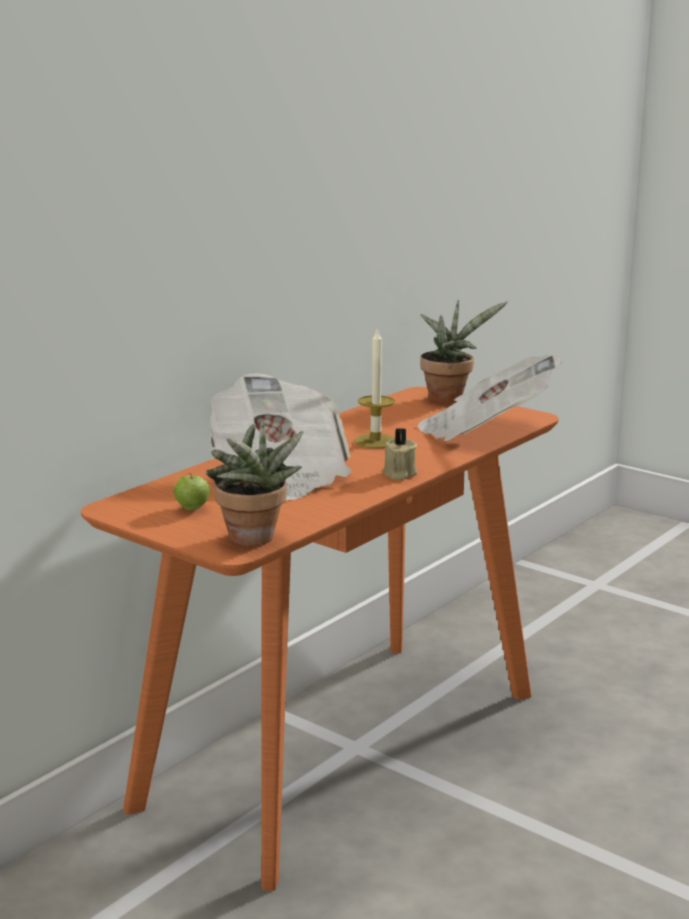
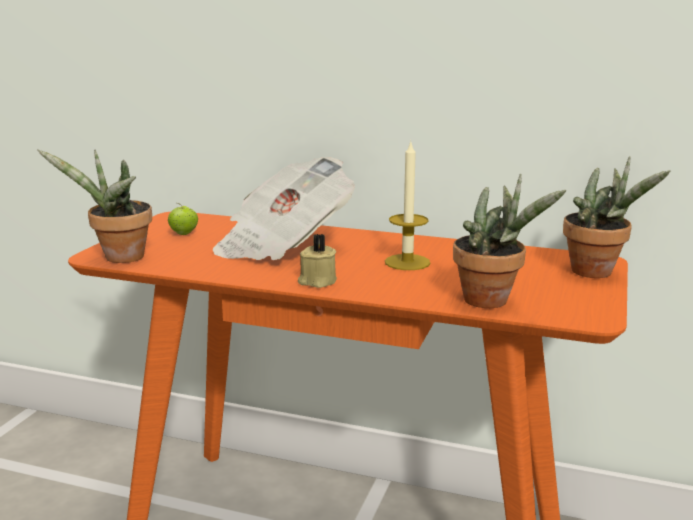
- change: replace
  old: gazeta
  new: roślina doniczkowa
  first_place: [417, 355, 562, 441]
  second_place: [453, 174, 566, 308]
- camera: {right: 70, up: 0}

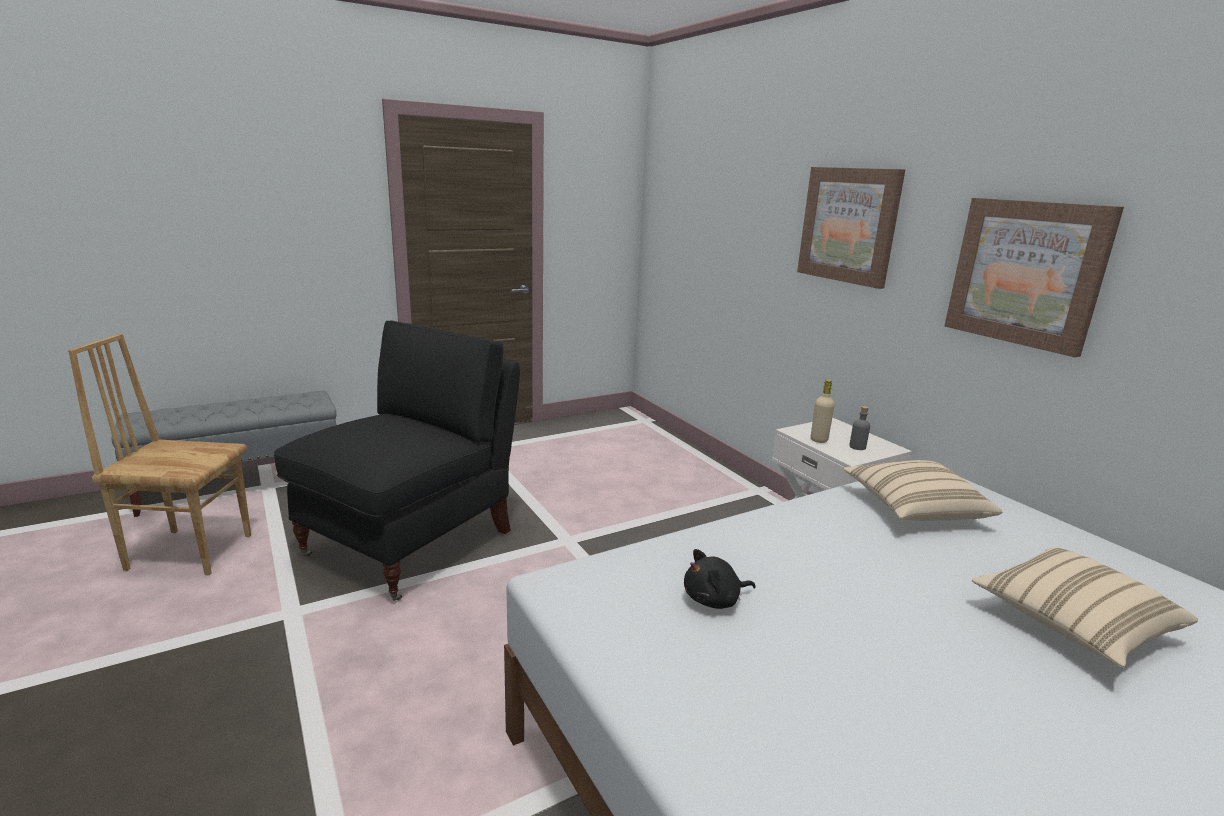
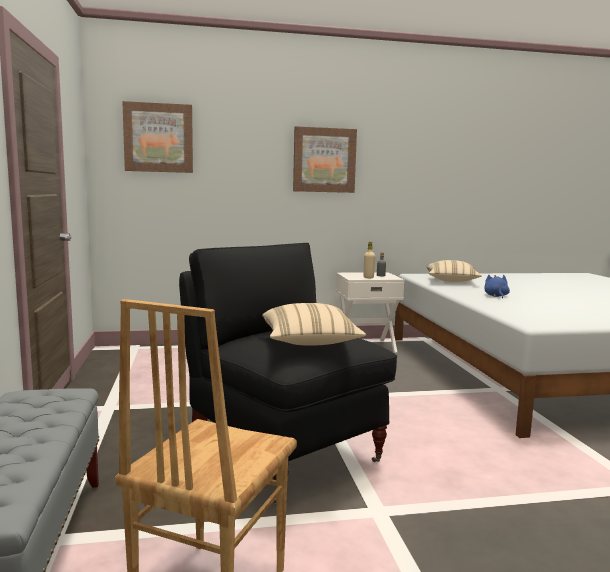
- change: delete
  old: pluszak/czarny
  first_place: [684, 549, 756, 609]
- change: move
  old: obraz
  first_place: [945, 198, 1124, 357]
  second_place: [122, 101, 193, 173]
- change: move
  old: poduszka/beżowy
  first_place: [972, 547, 1198, 668]
  second_place: [262, 303, 366, 346]
- change: insert
  new: pluszak/niebieski
  second_place: [484, 275, 510, 298]
- camera: {right: -70, up: -10}

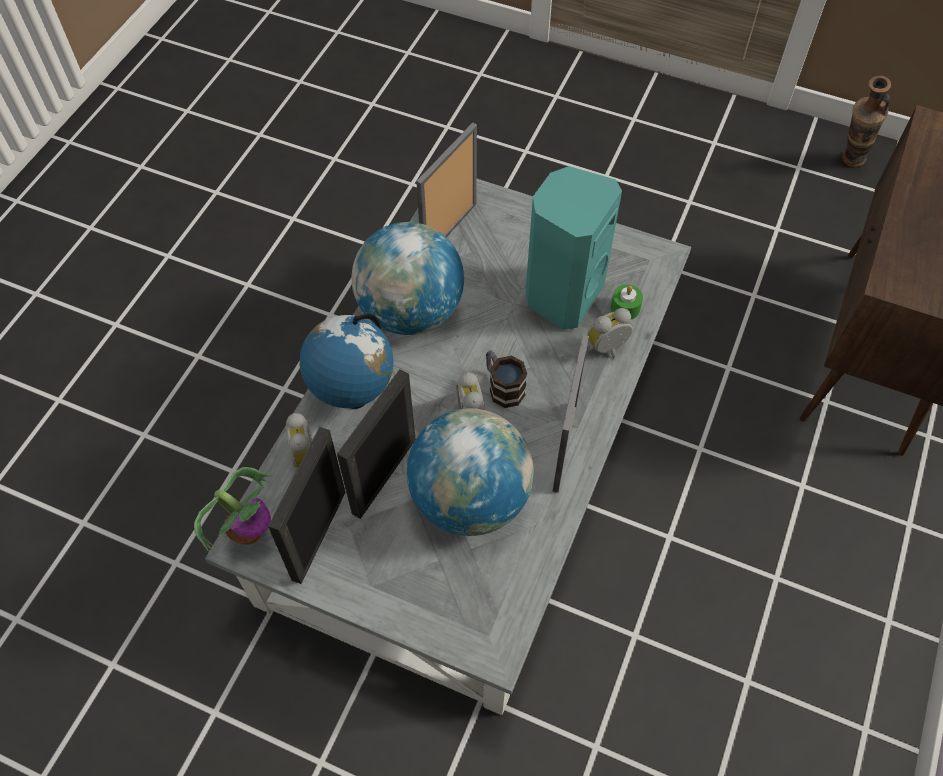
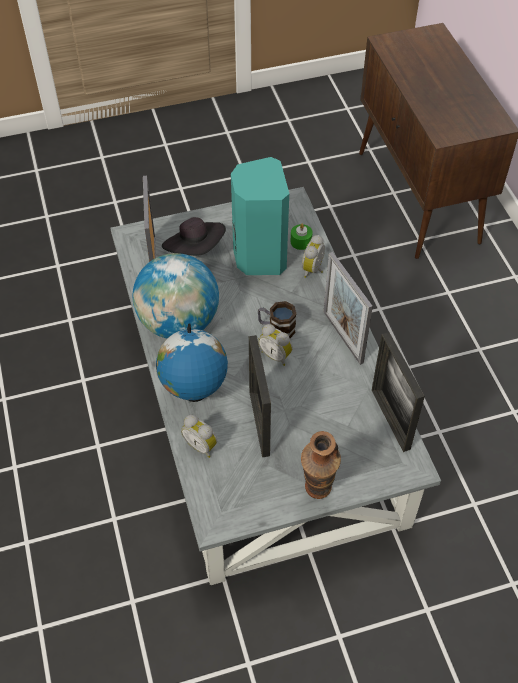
- change: delete
  old: roślina doniczkowa
  first_place: [194, 467, 272, 552]
- change: move
  old: ramka na zdjęcie
  first_place: [268, 427, 346, 584]
  second_place: [372, 332, 425, 452]
- change: delete
  old: globus
  first_place: [407, 408, 534, 536]
- change: move
  old: wazon
  first_place: [842, 76, 891, 167]
  second_place: [301, 431, 341, 499]
- change: insert
  new: kapelusz/czarny
  second_place: [162, 217, 226, 256]
- camera: {right: -40, up: -5}

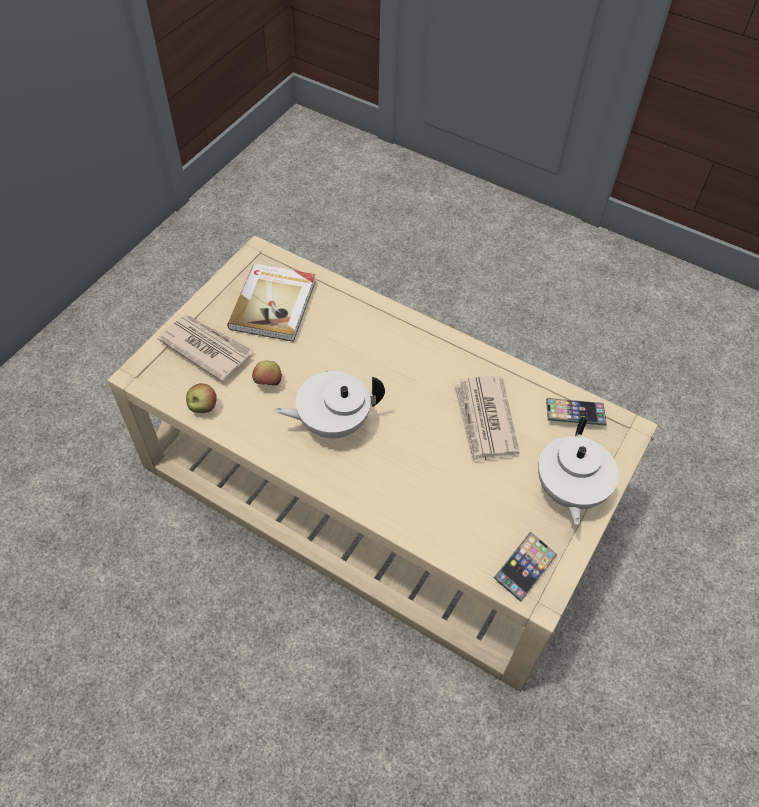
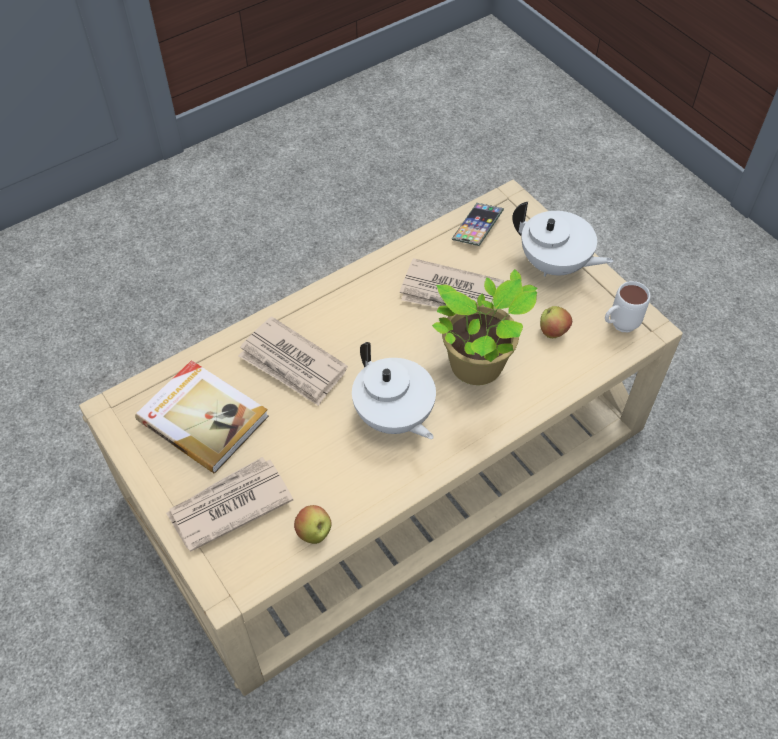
- change: move
  old: jabłko
  first_place: [252, 361, 282, 385]
  second_place: [540, 306, 572, 338]
- change: rotate
  old: imbryk/biały
  first_place: [274, 371, 385, 438]
  second_place: [352, 342, 436, 439]
  degrees: -45
- change: replace
  old: telefon
  new: kubek/biały
  first_place: [494, 532, 557, 602]
  second_place: [605, 281, 650, 332]
- change: insert
  new: gazeta
  second_place: [238, 317, 348, 406]
- change: insert
  new: roślina doniczkowa
  second_place: [432, 269, 537, 385]
- camera: {right: -65, up: 0}

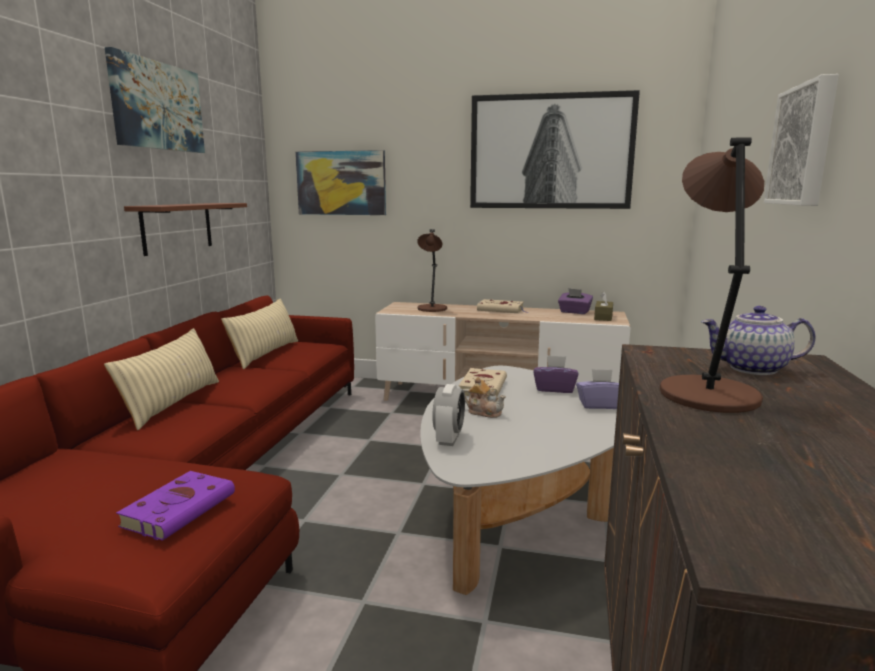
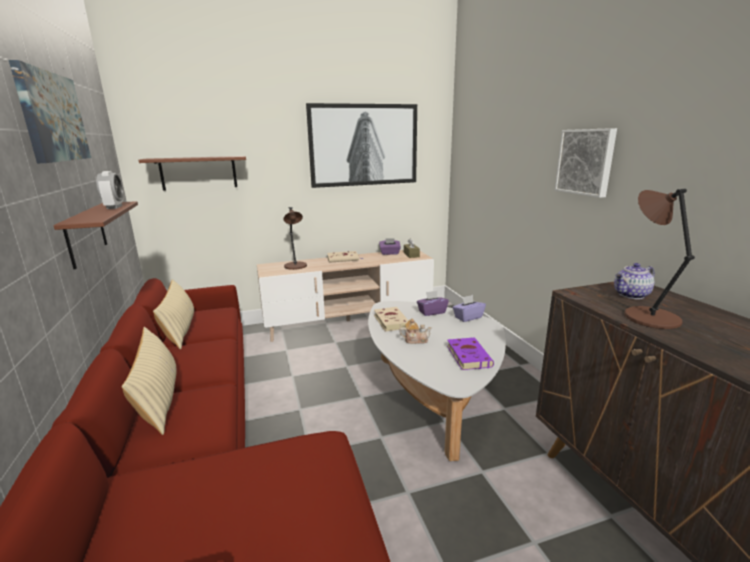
- change: move
  old: książka/fioletowy
  first_place: [116, 471, 235, 541]
  second_place: [447, 337, 494, 370]
- change: replace
  old: obraz
  new: półka/brązowy
  first_place: [295, 150, 386, 215]
  second_place: [139, 156, 246, 191]
- change: move
  old: budzik
  first_place: [432, 384, 465, 446]
  second_place: [96, 171, 123, 209]
- camera: {right: -30, up: 5}

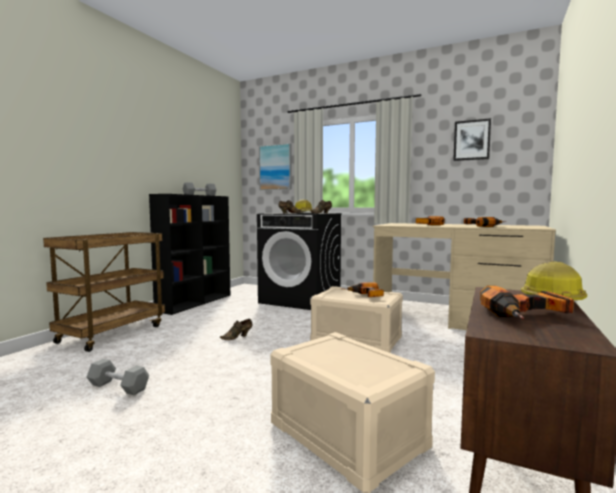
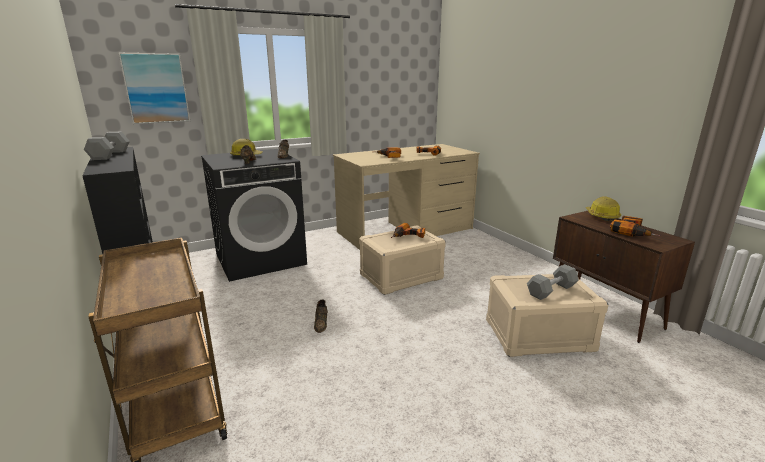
- change: move
  old: hantel/szary
  first_place: [86, 359, 149, 395]
  second_place: [527, 264, 579, 300]
- change: delete
  old: obraz
  first_place: [453, 118, 491, 161]
- camera: {right: -55, up: 15}

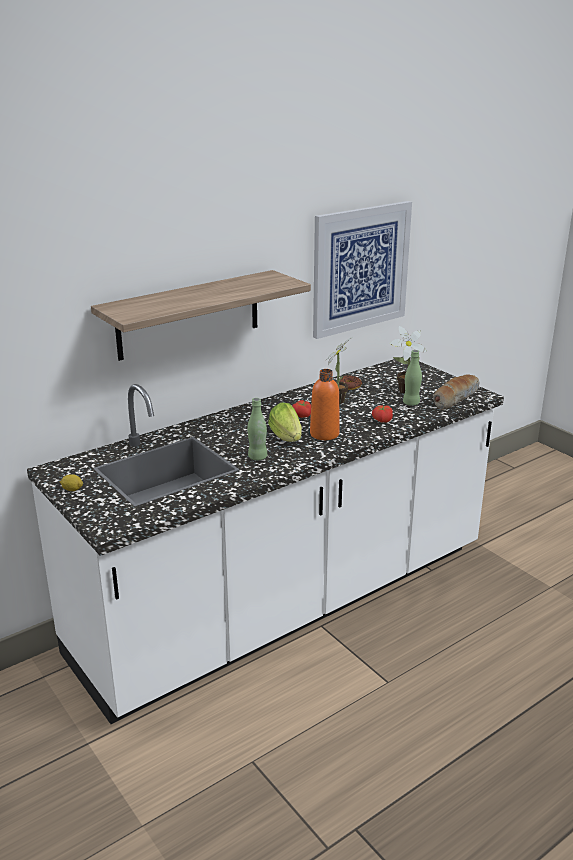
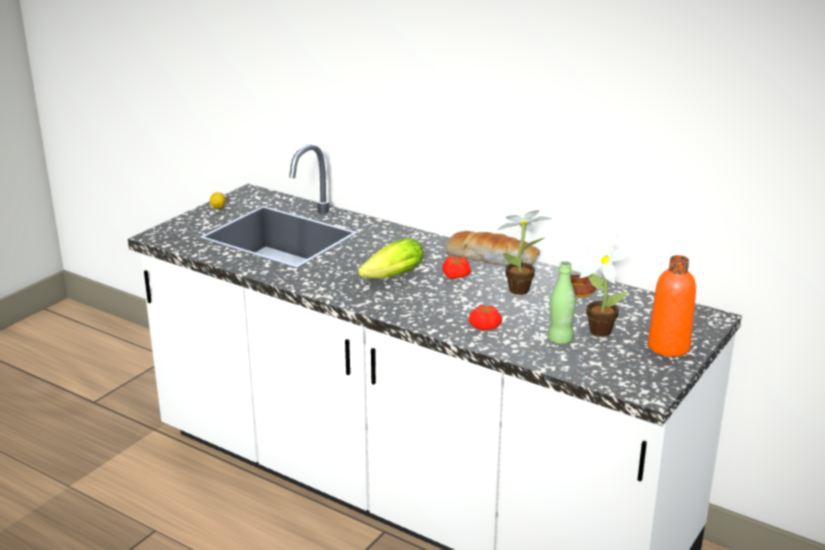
- change: delete
  old: półka
  first_place: [91, 270, 311, 361]
- change: delete
  old: butelka/zielony
  first_place: [247, 398, 267, 460]
- change: move
  old: butelka/pomarańczowy
  first_place: [310, 369, 340, 440]
  second_place: [648, 255, 696, 357]
- change: delete
  old: obraz
  first_place: [313, 201, 412, 339]
- change: move
  old: chleb
  first_place: [433, 375, 479, 410]
  second_place: [446, 231, 540, 266]
- camera: {right: 70, up: 0}

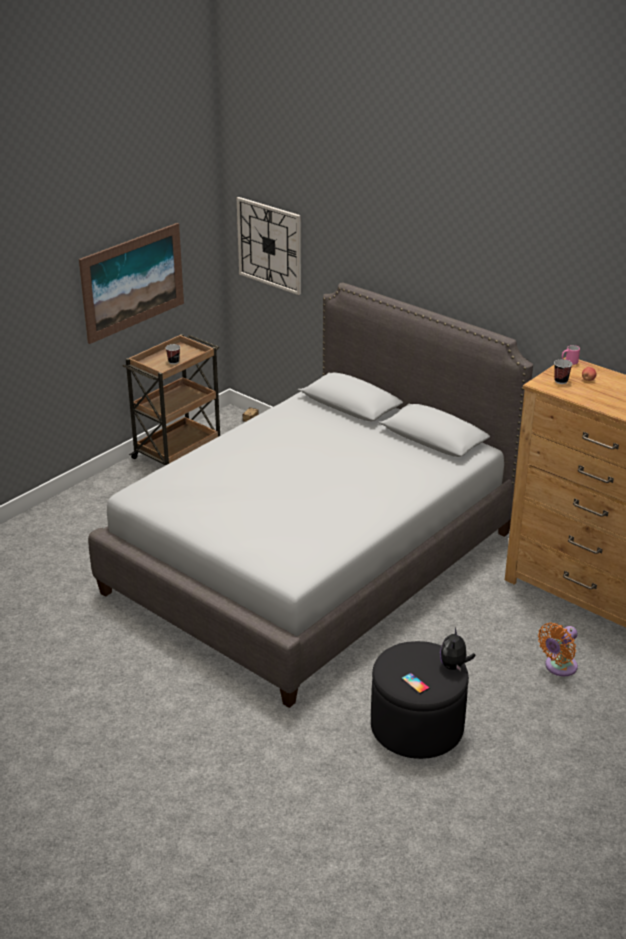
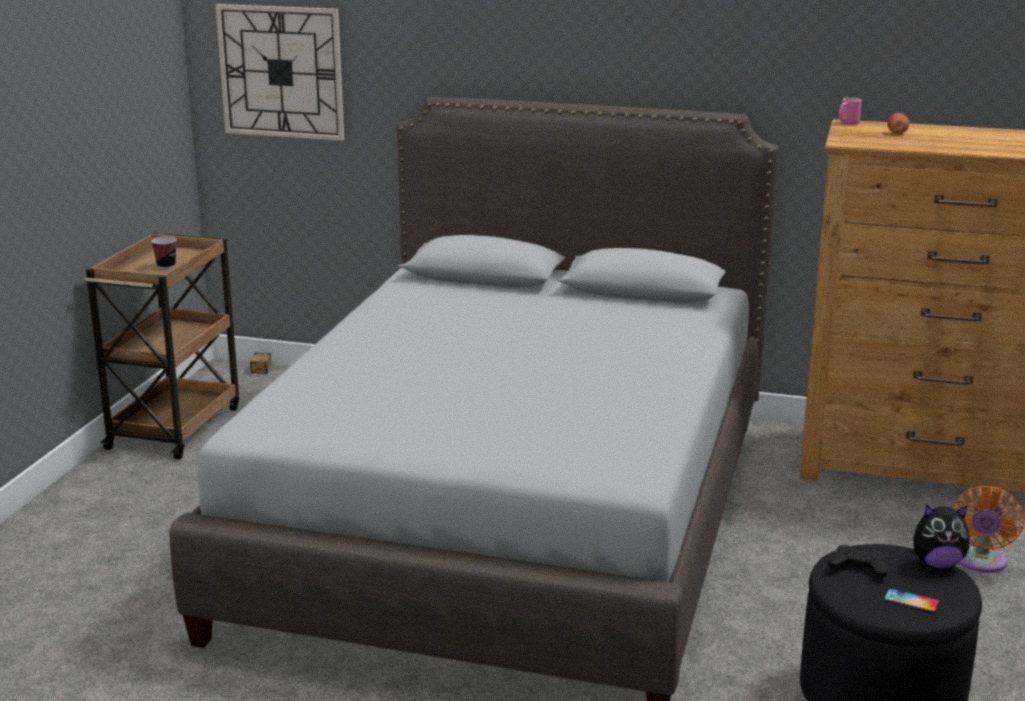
- change: delete
  old: obraz
  first_place: [79, 223, 184, 344]
- change: rotate
  old: pluszak
  first_place: [440, 628, 476, 671]
  second_place: [913, 505, 970, 569]
  degrees: -75
- change: delete
  old: filiżanka
  first_place: [554, 359, 573, 384]
- change: insert
  new: pad do gier/czarny
  second_place: [828, 545, 887, 578]
- camera: {right: -25, up: -10}

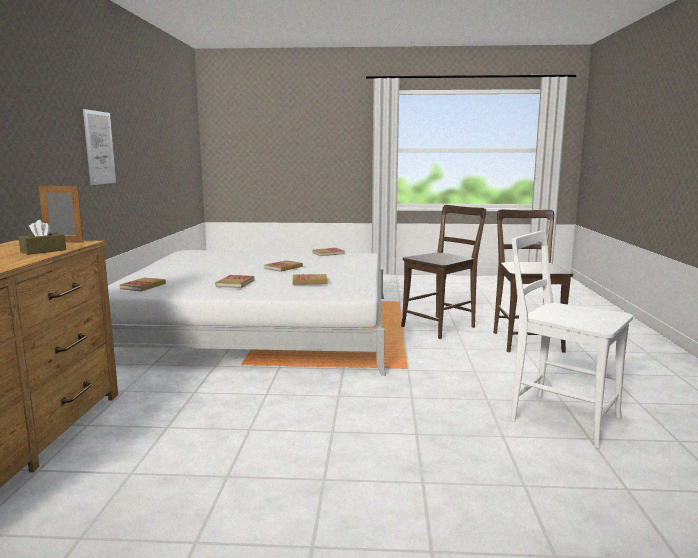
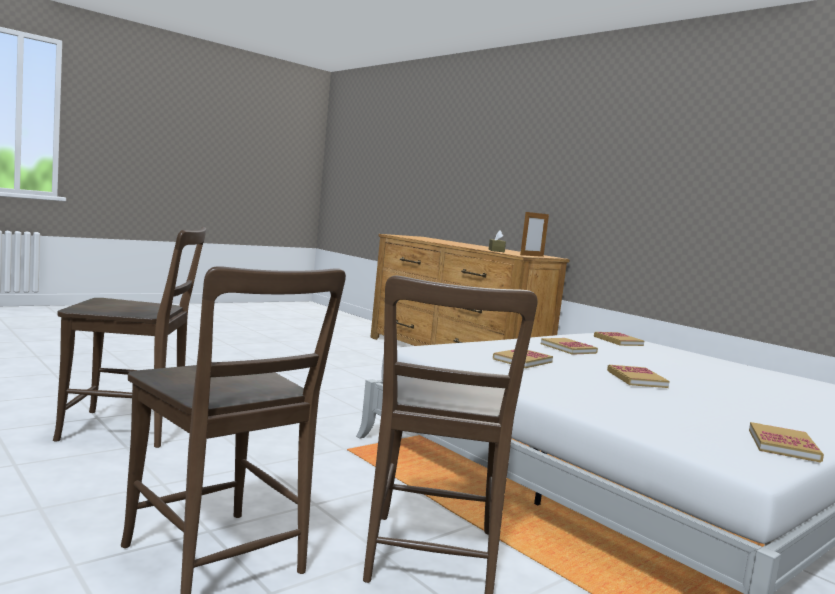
- change: delete
  old: obraz
  first_place: [83, 109, 116, 185]
- change: recolor
  old: krzesło/biały
  new: krzesło/brązowy
  first_place: [511, 231, 633, 448]
  second_place: [53, 227, 206, 448]
- camera: {right: 135, up: -5}

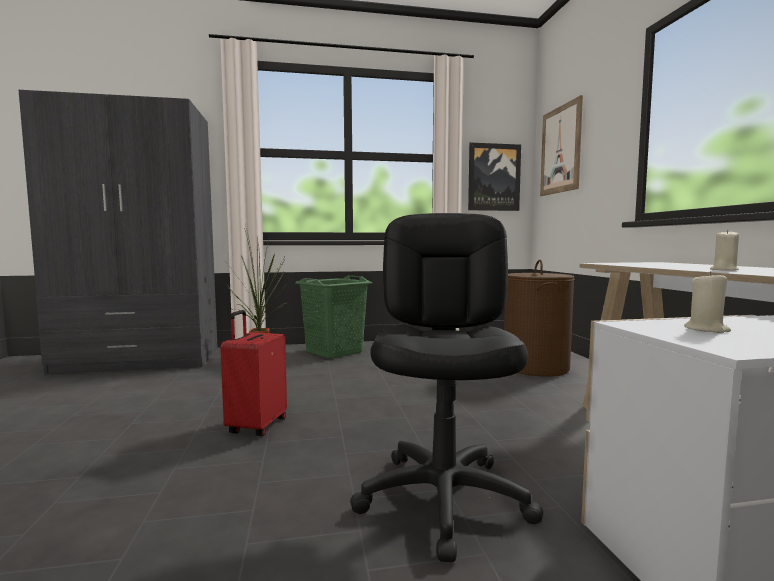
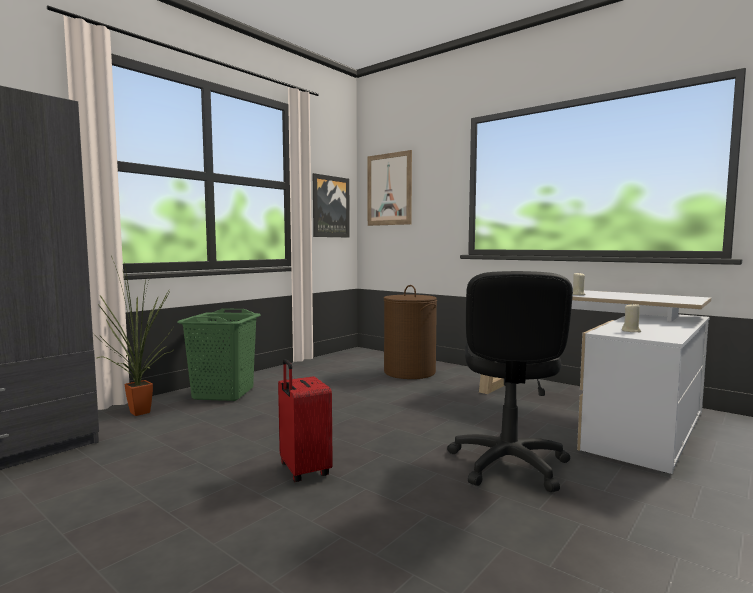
- change: rotate
  old: krzesło biurowe/czarny
  first_place: [350, 213, 543, 562]
  second_place: [447, 271, 573, 492]
  degrees: -135
- camera: {right: -40, up: 0}

